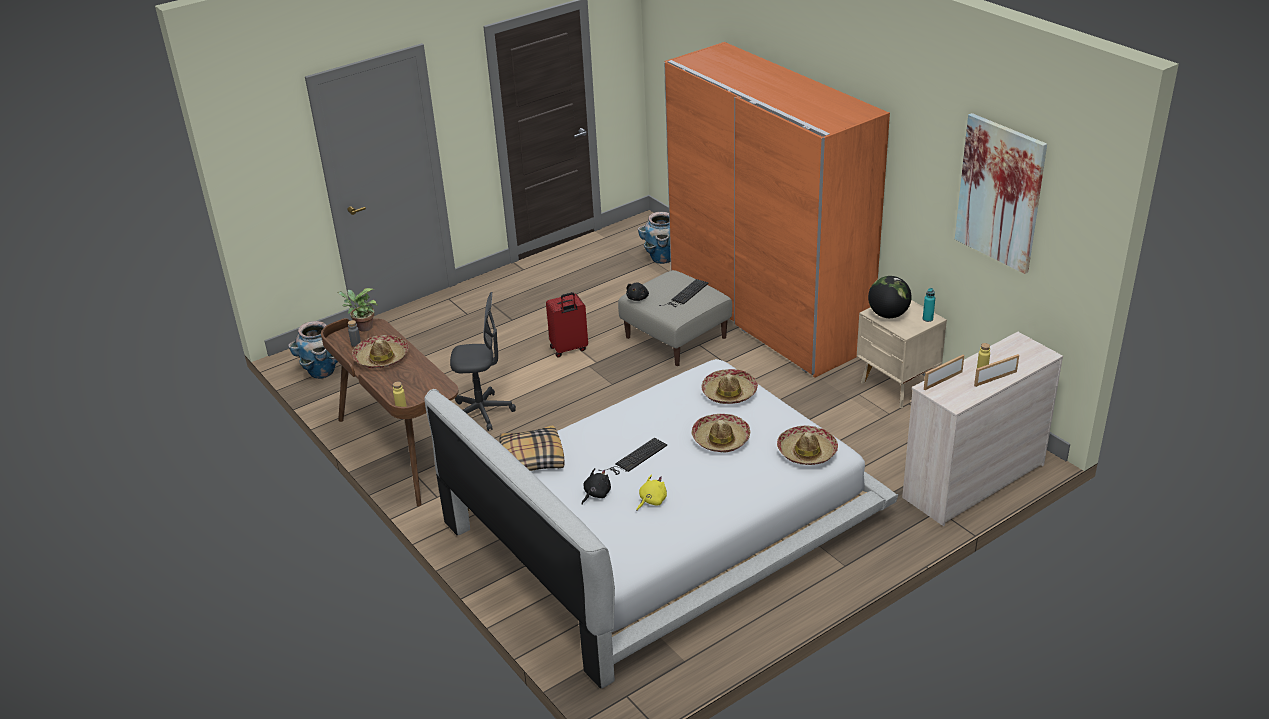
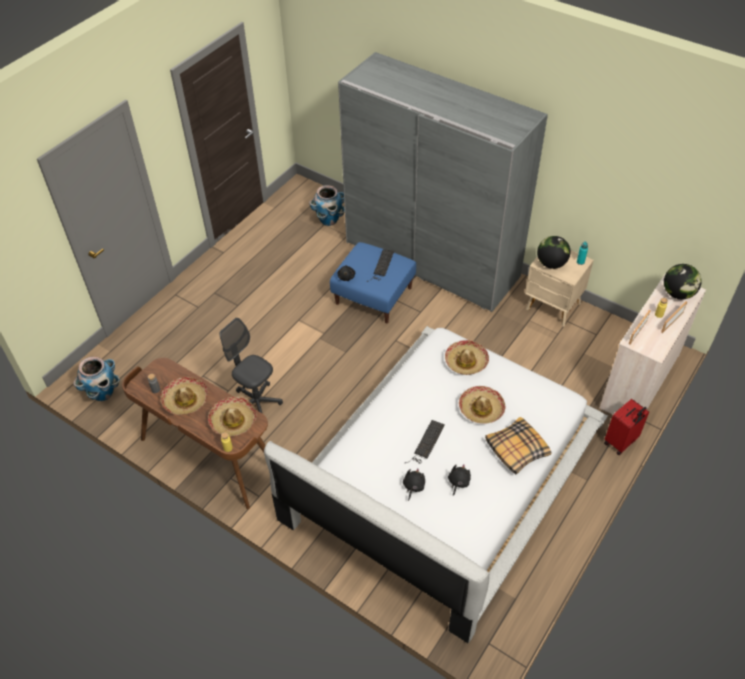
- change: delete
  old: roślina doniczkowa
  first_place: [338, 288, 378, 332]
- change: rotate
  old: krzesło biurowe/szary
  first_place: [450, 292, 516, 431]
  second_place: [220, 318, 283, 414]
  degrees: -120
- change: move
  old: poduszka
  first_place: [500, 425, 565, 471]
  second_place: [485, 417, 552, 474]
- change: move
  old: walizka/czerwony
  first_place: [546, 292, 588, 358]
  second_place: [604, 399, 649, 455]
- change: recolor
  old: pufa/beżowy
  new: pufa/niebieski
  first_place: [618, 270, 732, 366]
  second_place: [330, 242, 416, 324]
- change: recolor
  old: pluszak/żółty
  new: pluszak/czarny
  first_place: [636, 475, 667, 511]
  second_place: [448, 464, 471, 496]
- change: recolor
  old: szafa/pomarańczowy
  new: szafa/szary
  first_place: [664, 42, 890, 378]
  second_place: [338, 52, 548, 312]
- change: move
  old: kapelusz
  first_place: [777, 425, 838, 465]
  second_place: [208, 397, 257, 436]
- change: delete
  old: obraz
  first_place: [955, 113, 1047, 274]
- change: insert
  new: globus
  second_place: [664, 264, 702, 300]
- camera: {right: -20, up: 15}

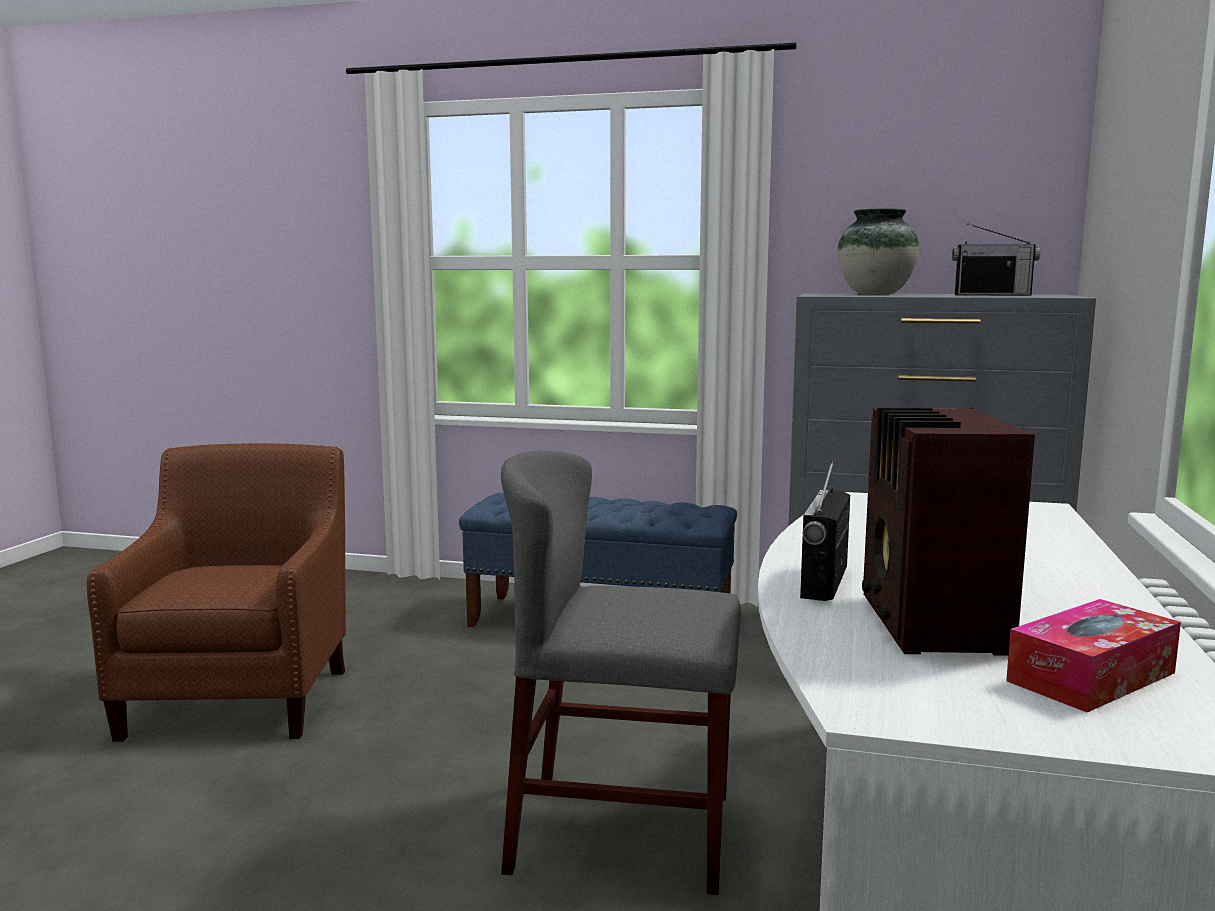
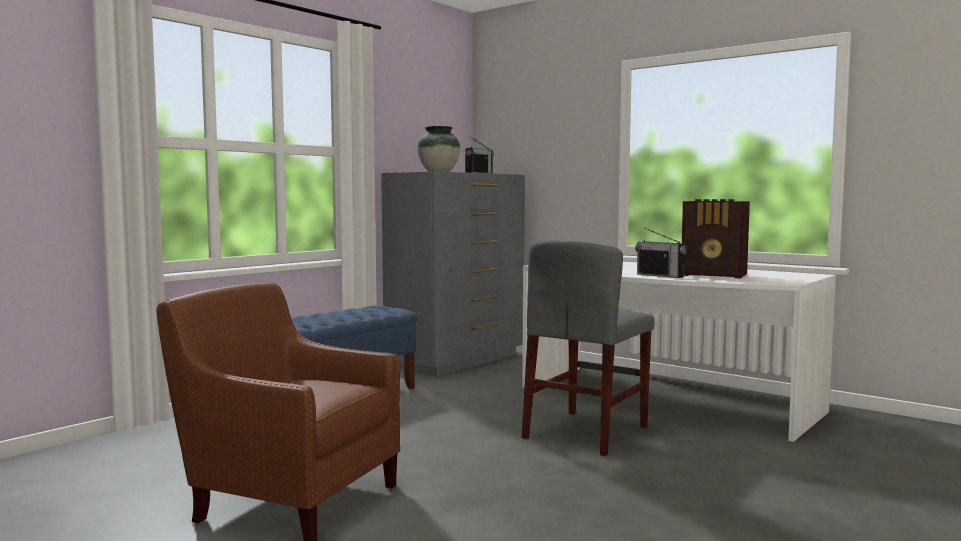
- change: delete
  old: pudełko chusteczek
  first_place: [1006, 599, 1181, 712]
- camera: {right: -65, up: -5}

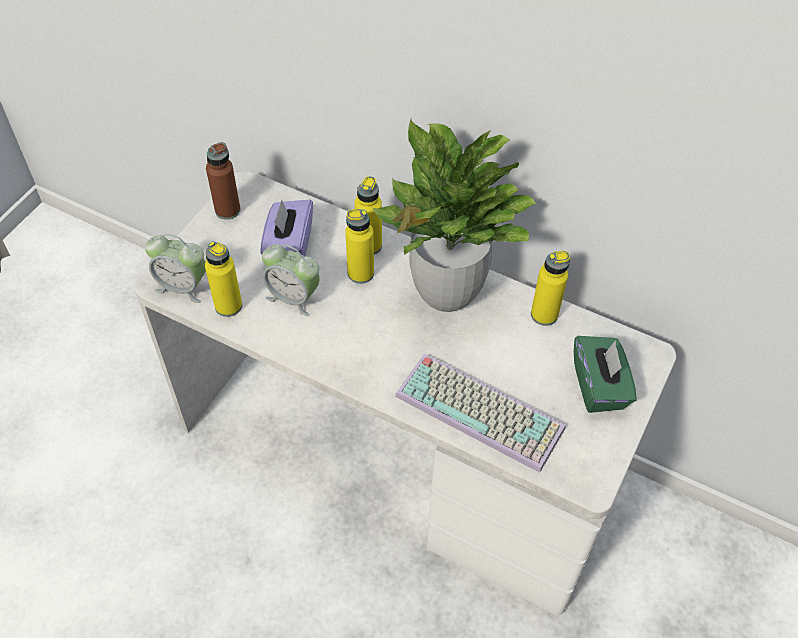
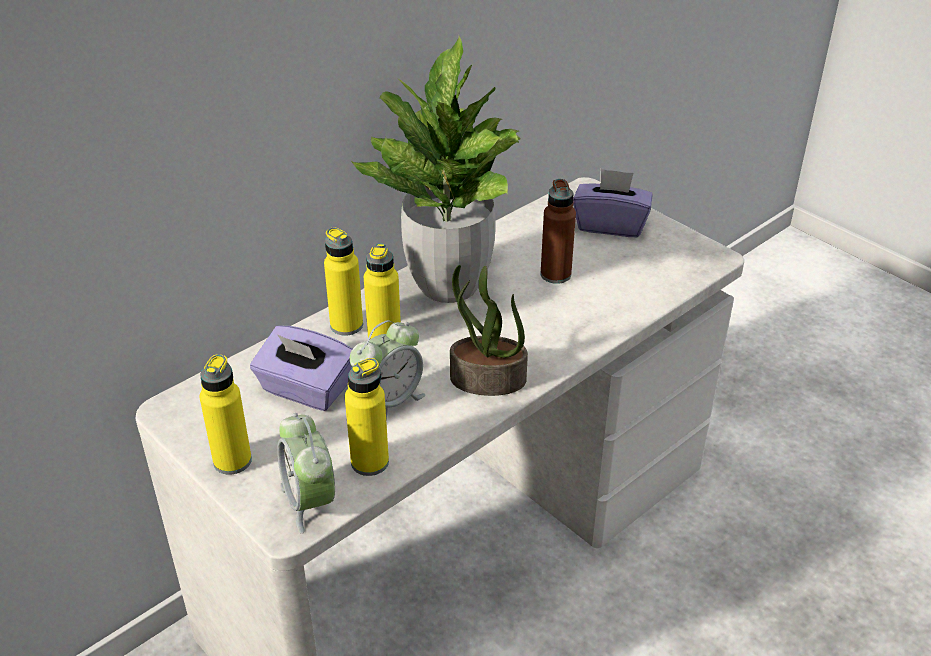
- change: rotate
  old: budzik
  first_place: [145, 234, 206, 303]
  second_place: [277, 413, 335, 534]
  degrees: 120
- change: move
  old: butelka/brązowy
  first_place: [206, 142, 241, 220]
  second_place: [540, 179, 576, 284]
- change: delete
  old: klawiatura
  first_place: [395, 354, 566, 473]
- change: move
  old: butelka/żółty
  first_place: [531, 251, 570, 326]
  second_place: [200, 354, 252, 475]
- change: recolor
  old: pudełko chusteczek/zielony
  new: pudełko chusteczek/fioletowy
  first_place: [574, 336, 637, 413]
  second_place: [573, 168, 653, 237]
- change: insert
  new: roślina doniczkowa
  second_place: [450, 265, 528, 396]
- camera: {right: -70, up: -15}

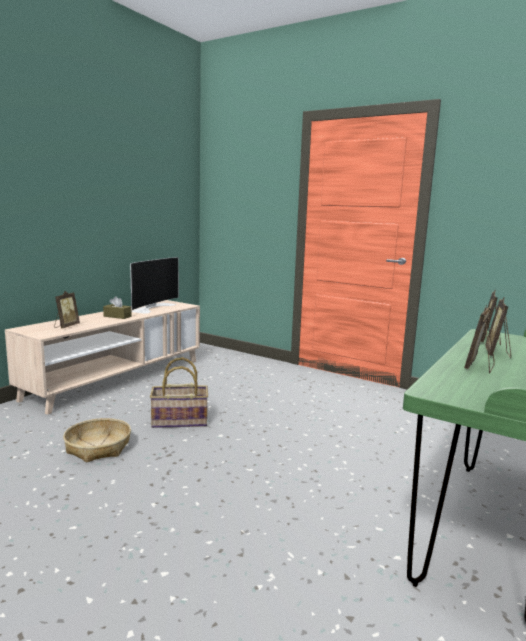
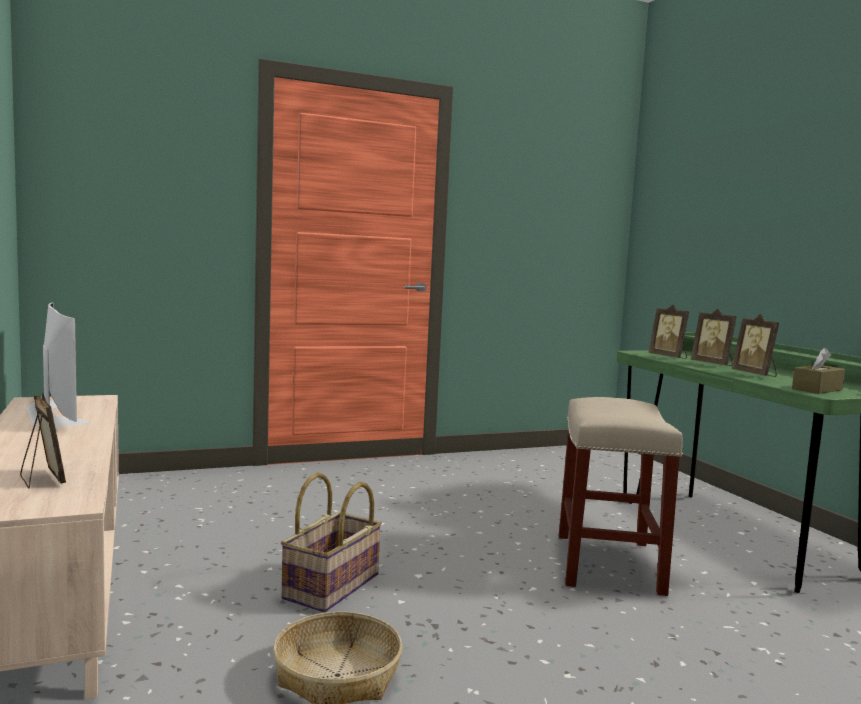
- change: move
  old: pudełko chusteczek/brązowy
  first_place: [103, 296, 132, 319]
  second_place: [792, 347, 845, 394]
- change: insert
  new: stołek/beżowy
  second_place: [559, 397, 683, 596]
- camera: {right: -55, up: -5}

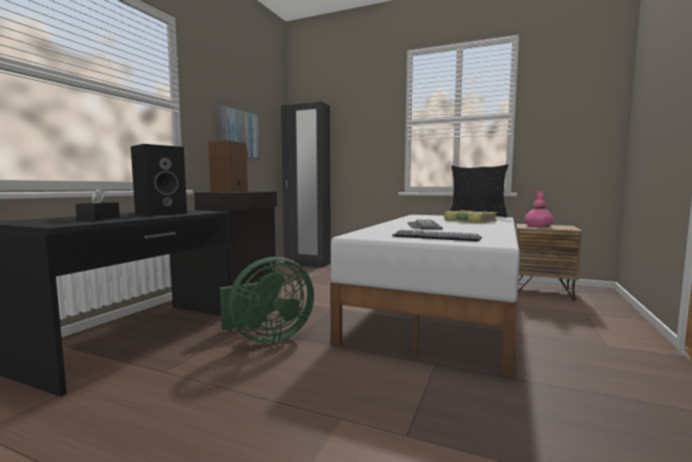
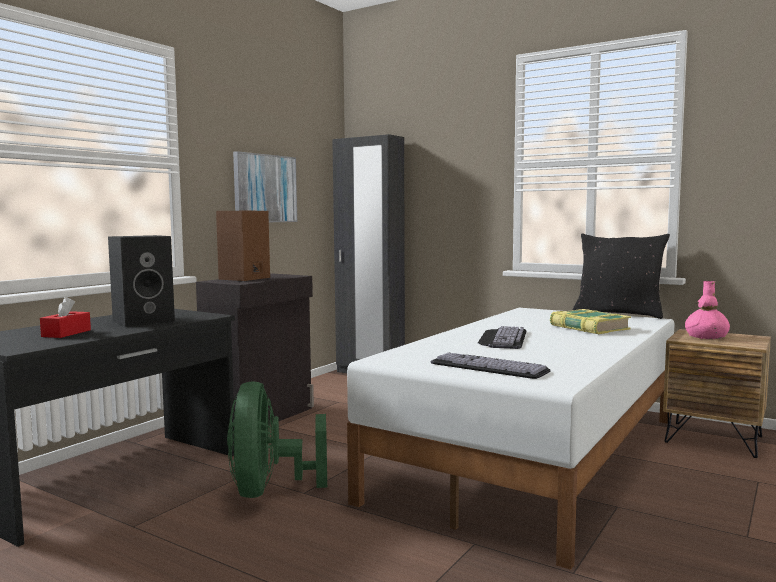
- change: recolor
  old: pudełko chusteczek/czarny
  new: pudełko chusteczek/czerwony
  first_place: [75, 188, 120, 220]
  second_place: [40, 297, 91, 338]
- change: rotate
  old: wentylator/zielony
  first_place: [220, 257, 314, 344]
  second_place: [227, 381, 327, 498]
  degrees: 105
- camera: {right: 10, up: 0}

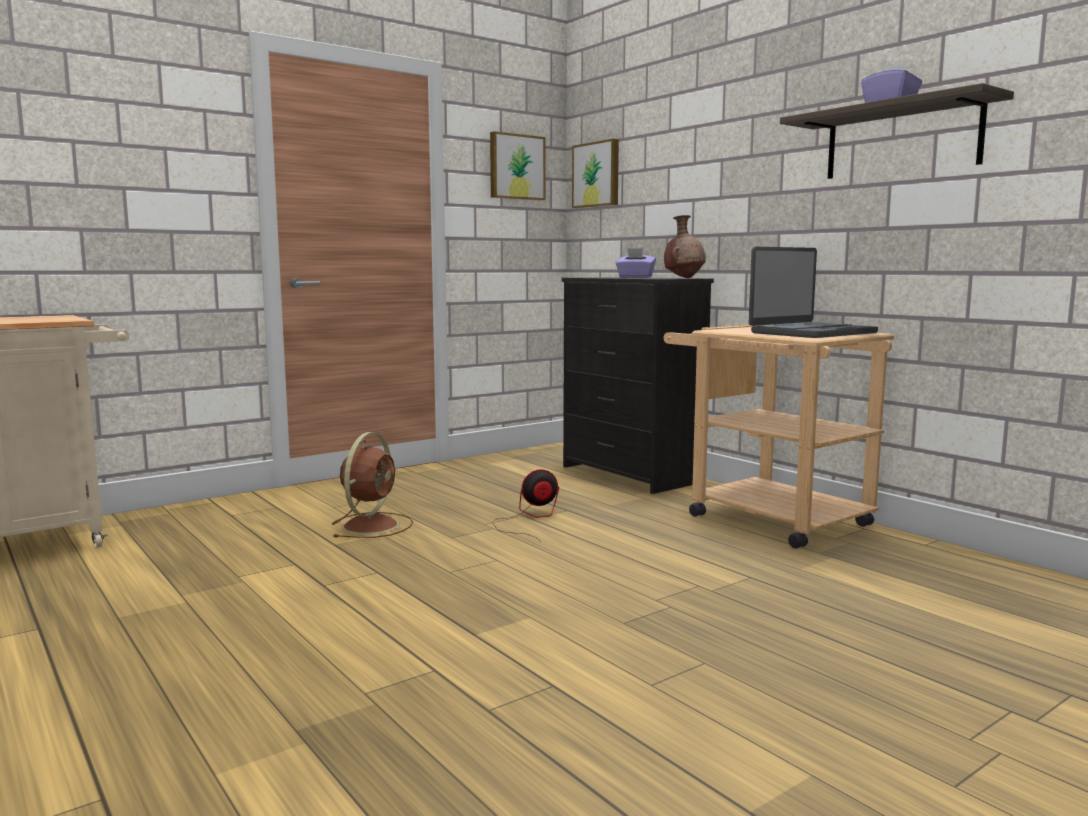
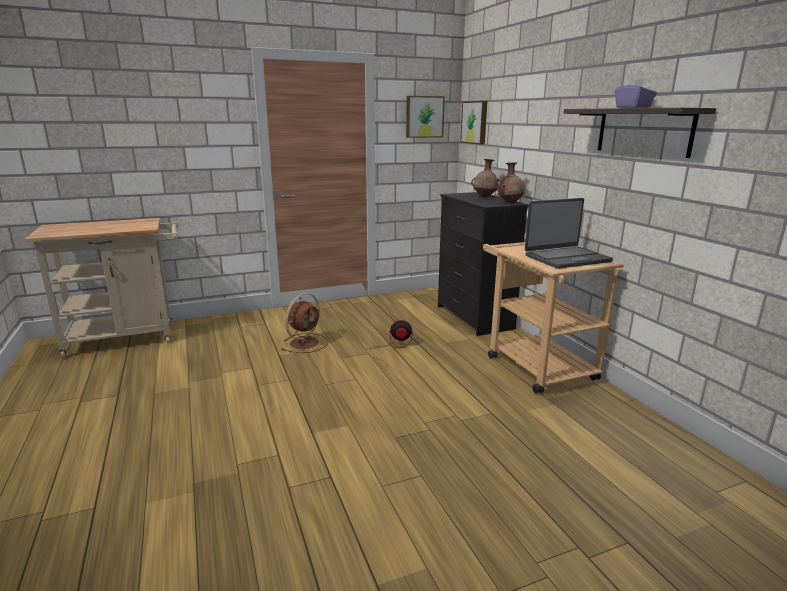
- change: replace
  old: pudełko chusteczek/fioletowy
  new: wazon/brązowy
  first_place: [616, 248, 656, 278]
  second_place: [471, 159, 501, 197]
- camera: {right: 15, up: 10}

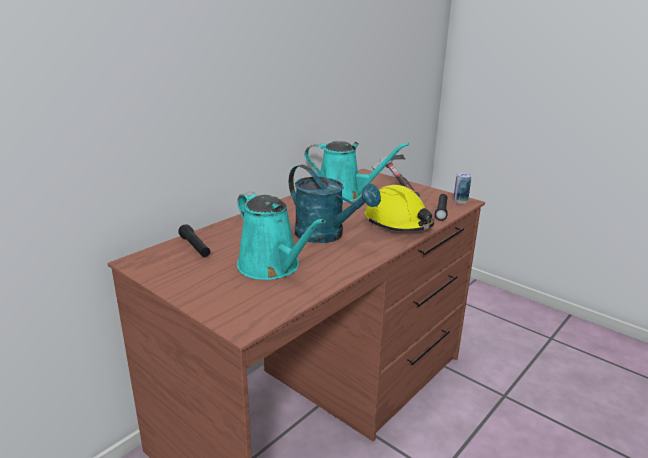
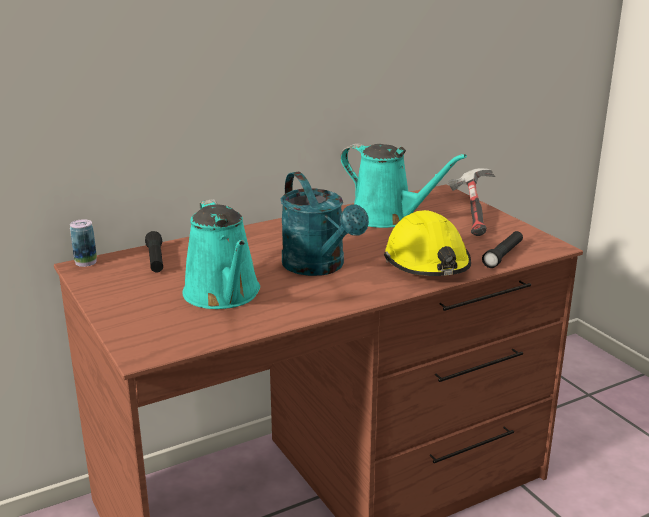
- change: move
  old: puszka
  first_place: [454, 173, 471, 204]
  second_place: [70, 219, 97, 267]
- camera: {right: 20, up: 0}

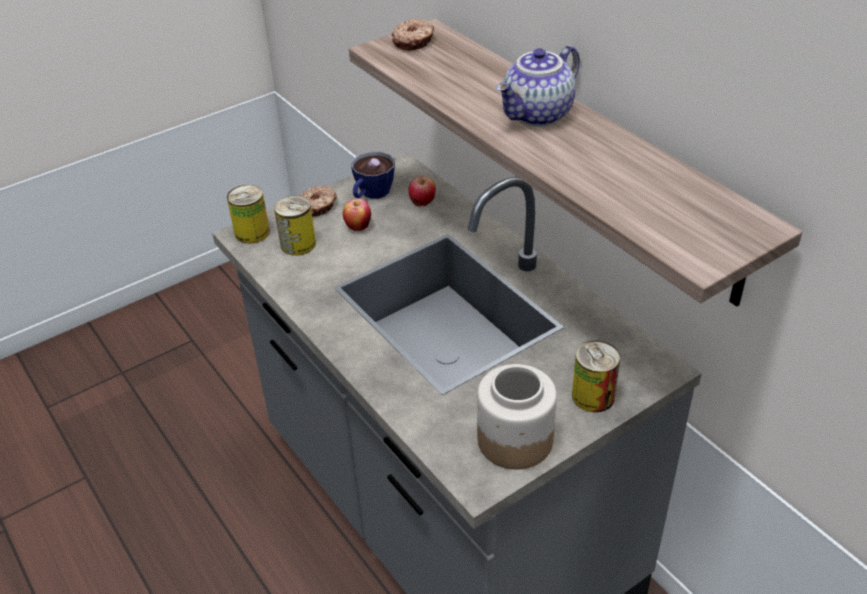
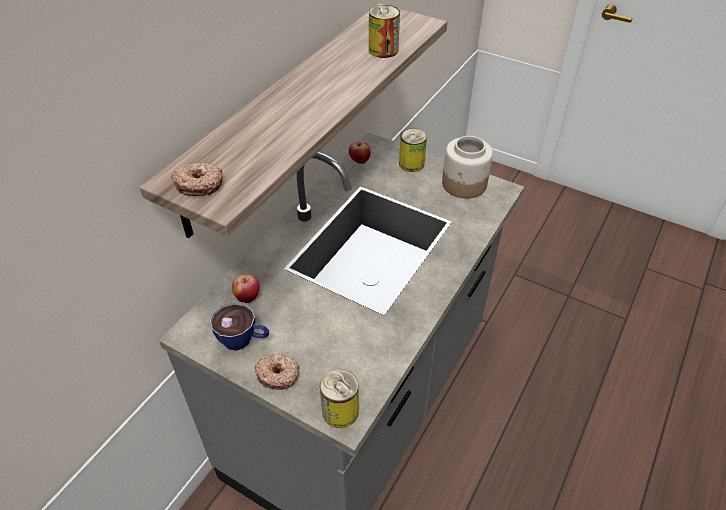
- change: move
  old: puszka
  first_place: [274, 196, 316, 256]
  second_place: [369, 5, 400, 58]
- change: move
  old: jabłko
  first_place: [343, 199, 371, 231]
  second_place: [349, 141, 371, 164]
- change: delete
  old: imbryk
  first_place: [496, 45, 580, 127]
- camera: {right: -115, up: 5}

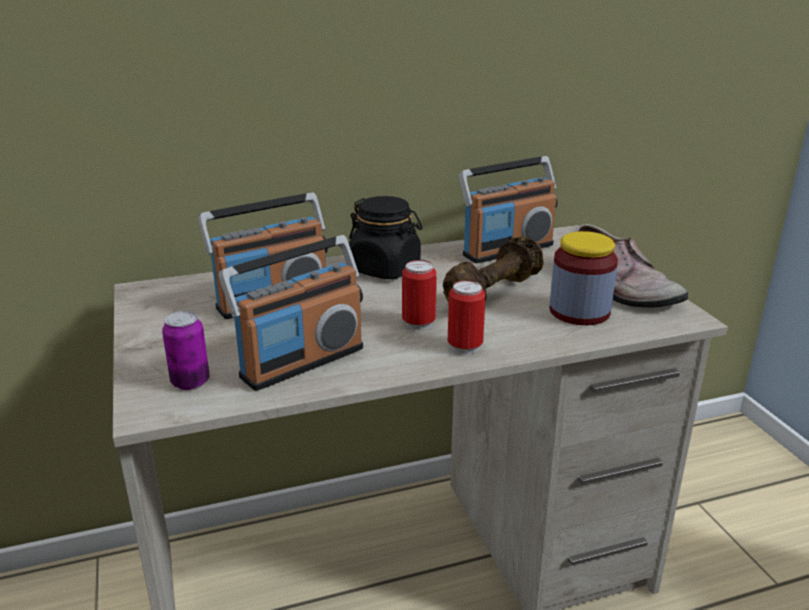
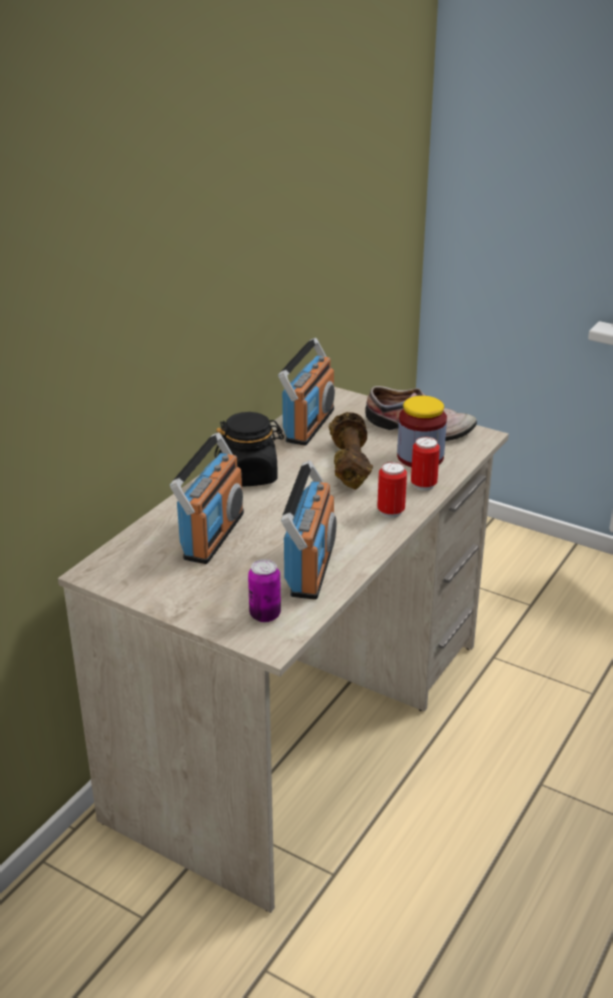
- change: move
  old: puszka
  first_place: [402, 260, 437, 330]
  second_place: [411, 437, 440, 491]
- camera: {right: -40, up: 5}

